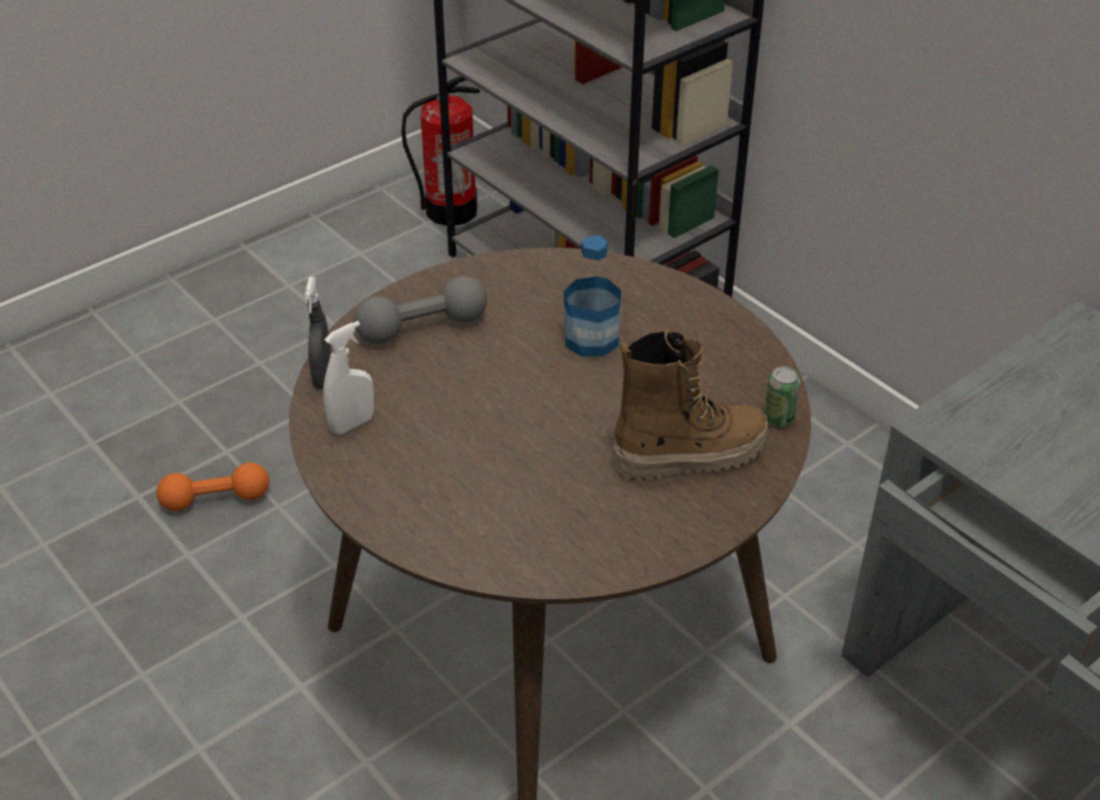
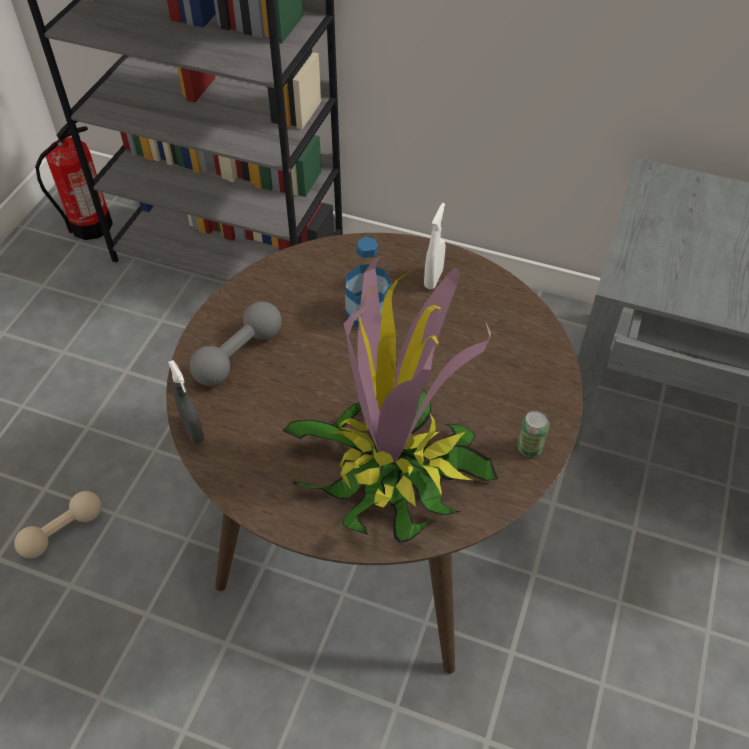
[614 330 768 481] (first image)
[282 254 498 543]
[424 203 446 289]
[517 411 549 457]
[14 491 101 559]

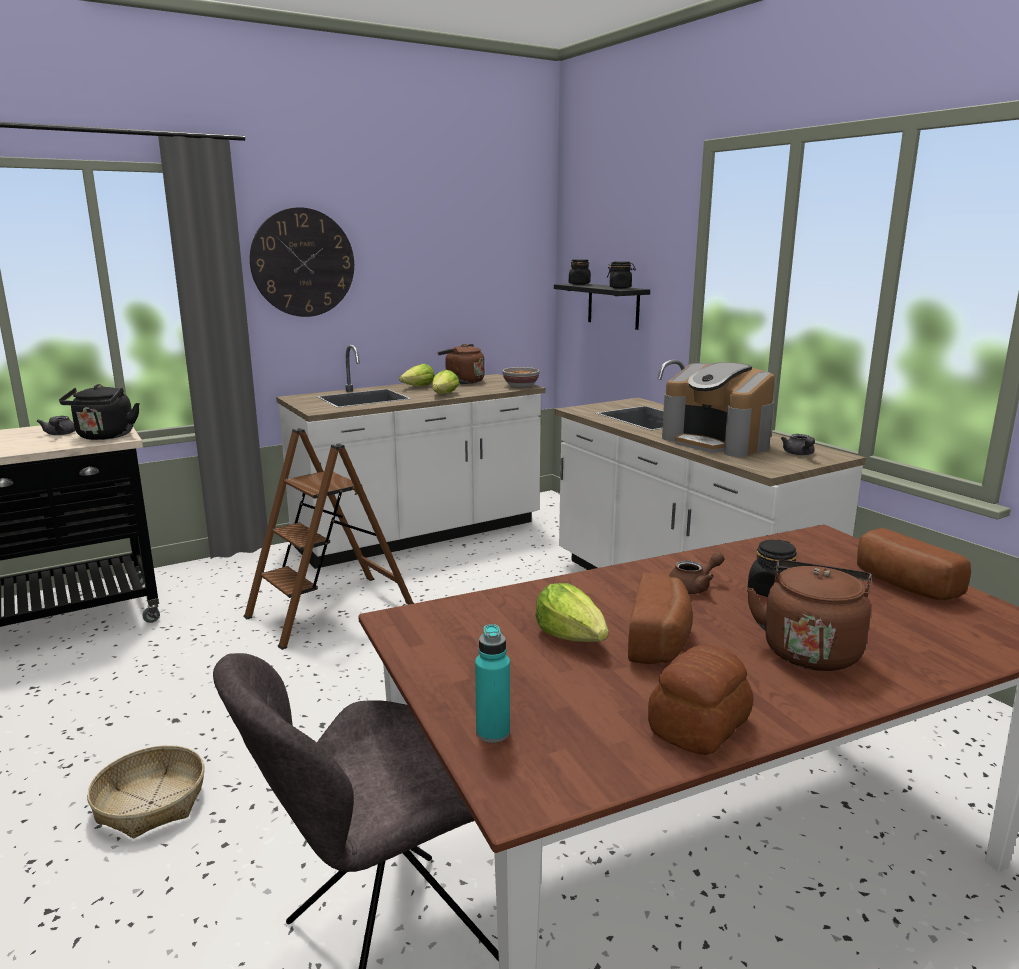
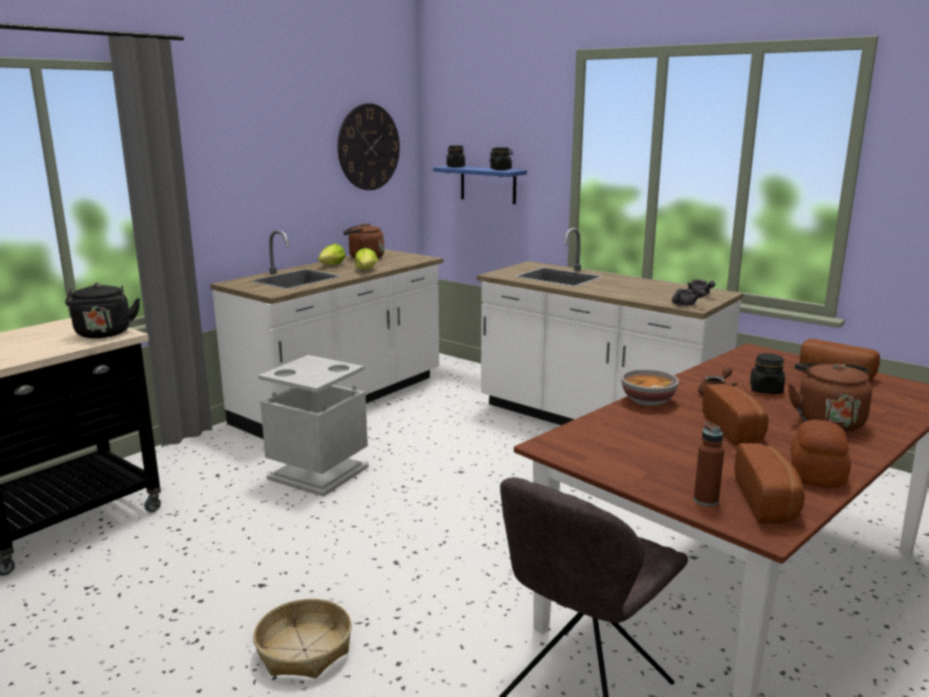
[535 583 608 642] (first image)
[662 362 775 457] (first image)
[734 443 805 524]
[672 289 706 306]
[338 103 400 190]
[621 369 679 406]
[258 355 369 497]
[694 422 724 506]
[433 166 527 204]

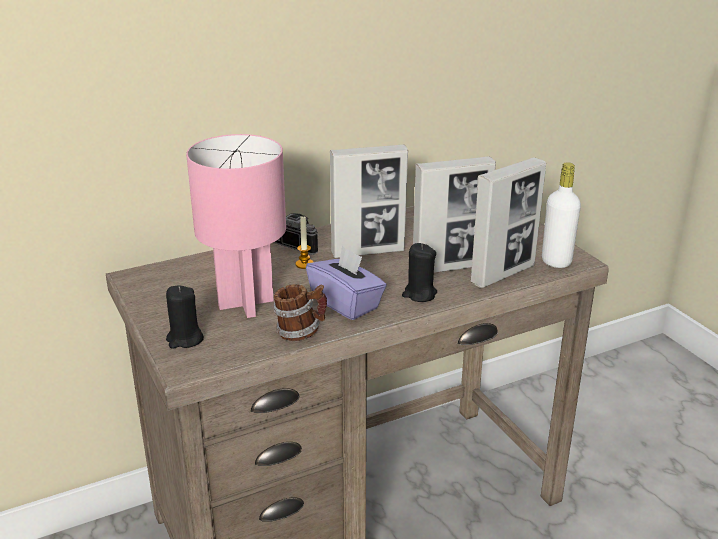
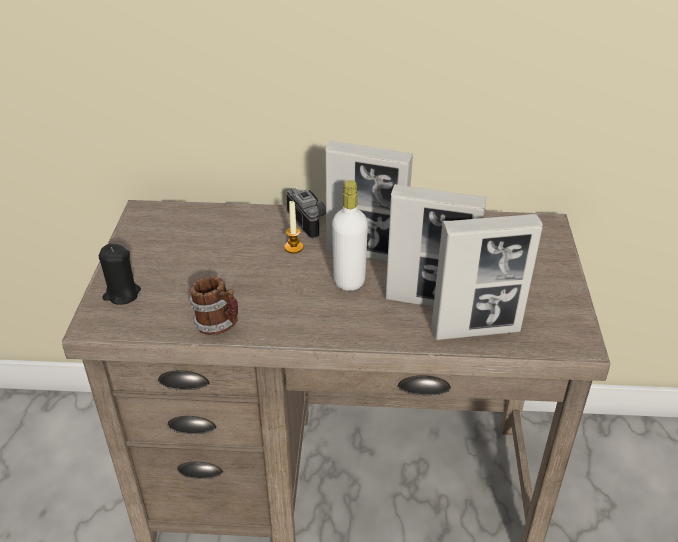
[186 134 286 318] (first image)
[306 246 387 320] (first image)
[402 243 437 302] (first image)
[332 180 368 291]

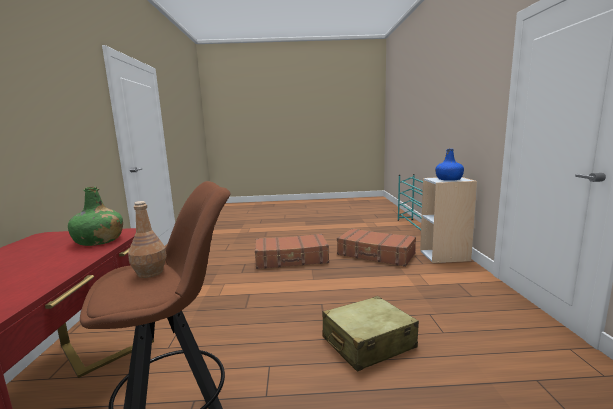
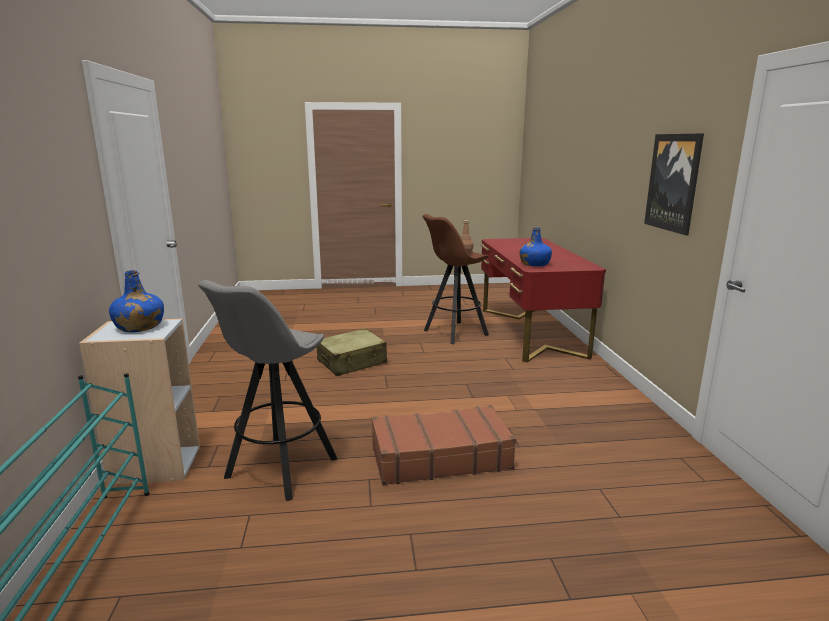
[644 133 704 235]
[198 280 337 501]
[519 227 552 266]

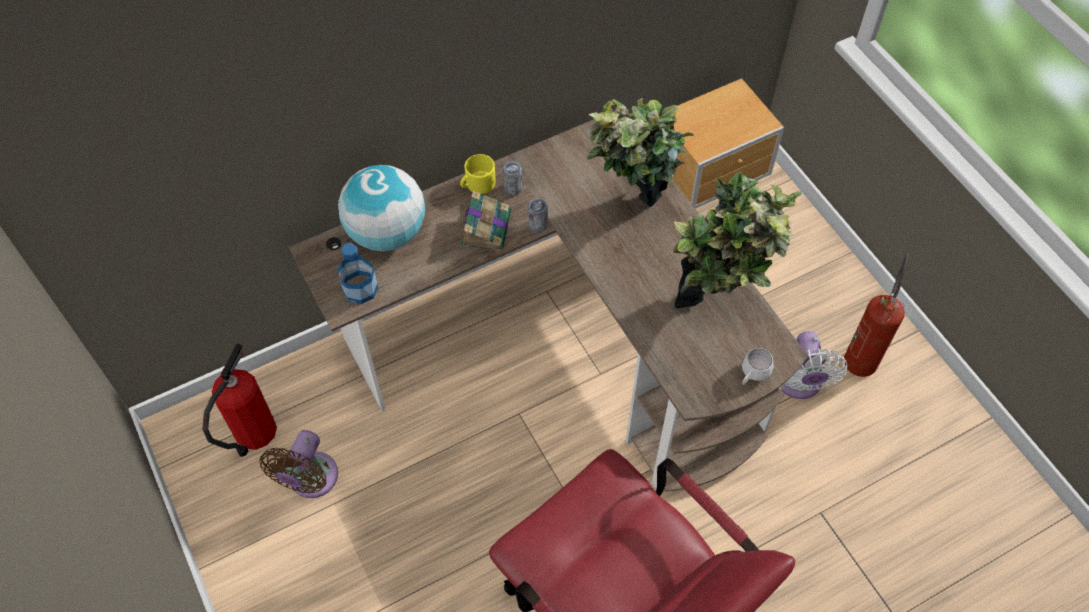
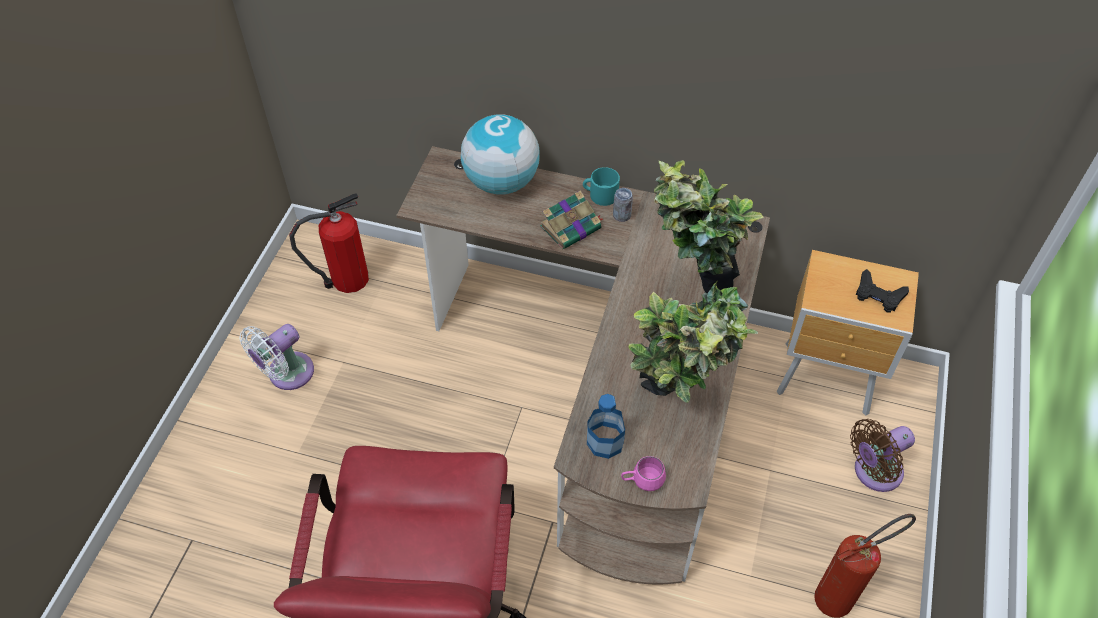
[528 198 548 233] (first image)
[856 269 909 313]
[850 419 915 492]
[587 394 625 459]
[239 324 314 390]
[583 167 620 206]
[621 456 666 491]

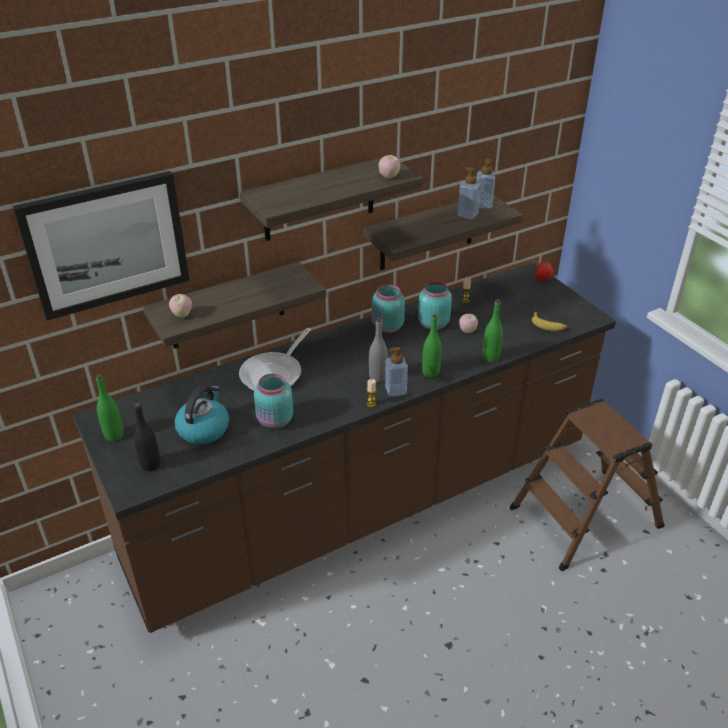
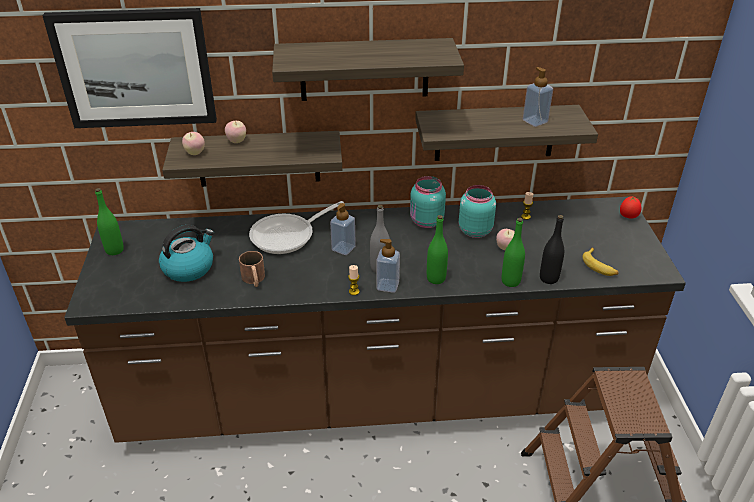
[540 215 564 284]
[225 121 246 143]
[330 203 356 255]
[239 251 265 287]

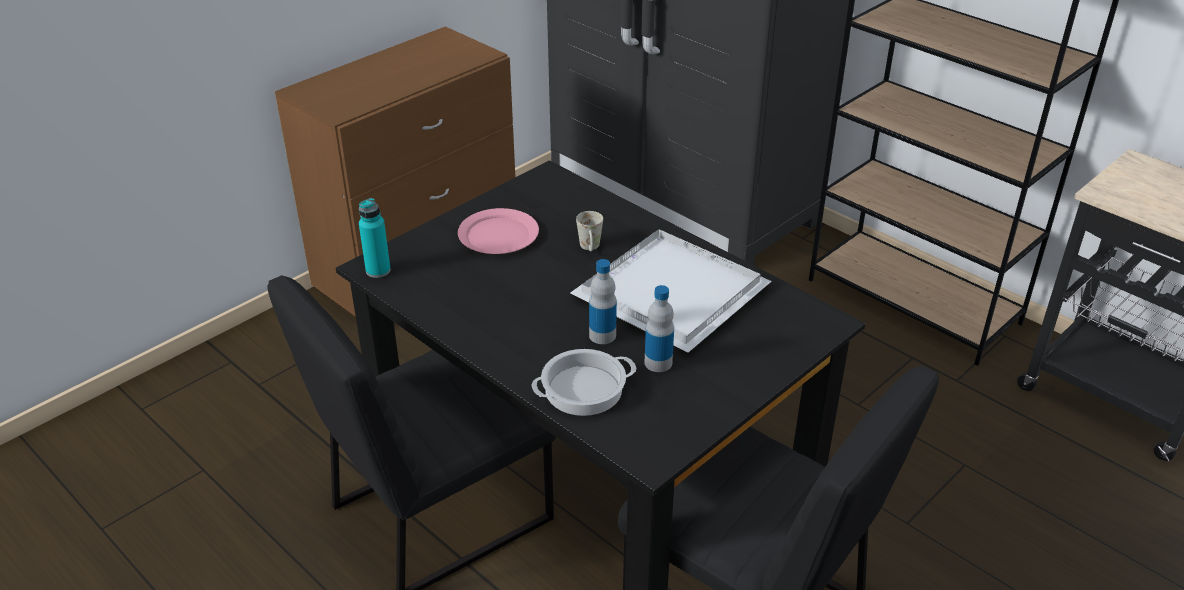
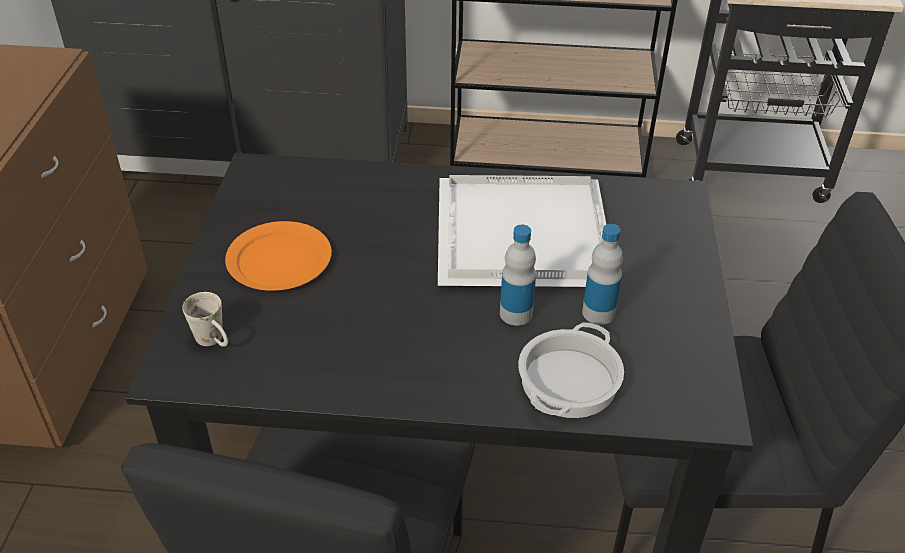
[359 198 391 278] (first image)
[182 292 228 347]
[225 221 332 291]

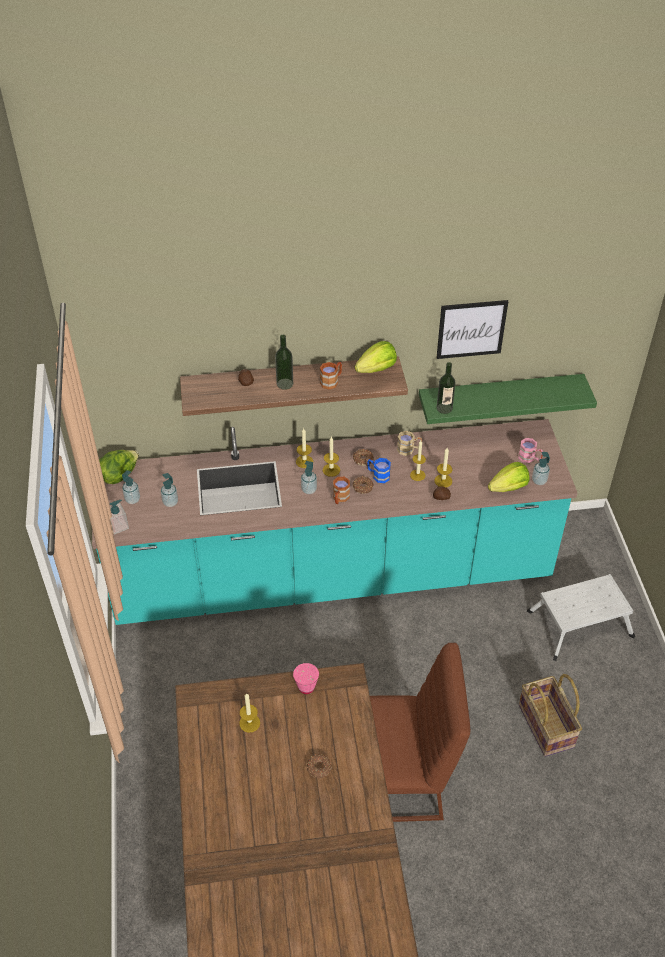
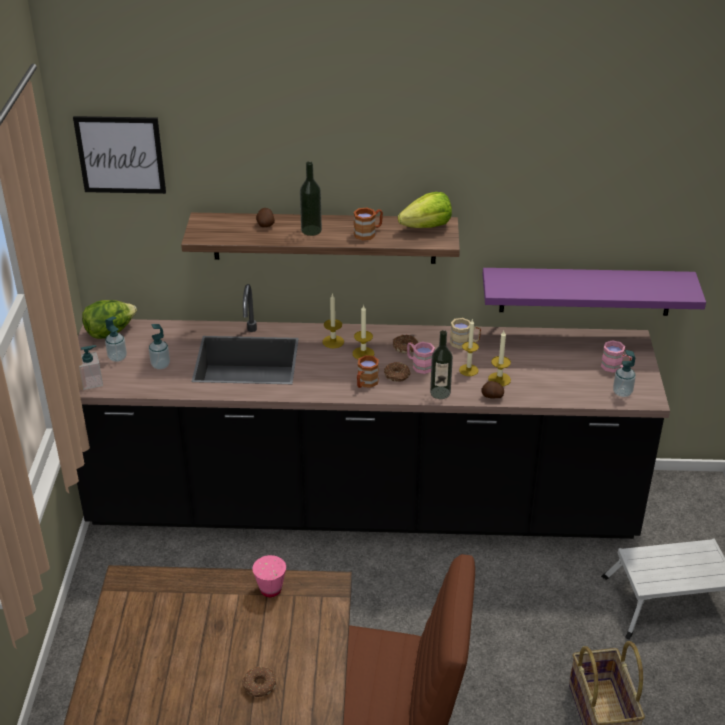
[239 693 260 733] (first image)
[301 461 317 494] (first image)
[488 462 530 492] (first image)
[73 116 166 194]
[430 330 453 399]
[77 284 670 539]
[407 342 435 374]
[482 268 706 316]

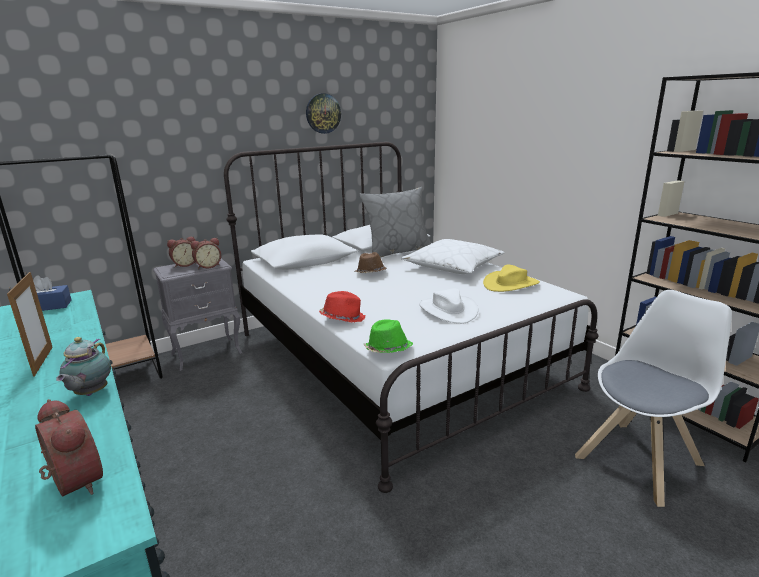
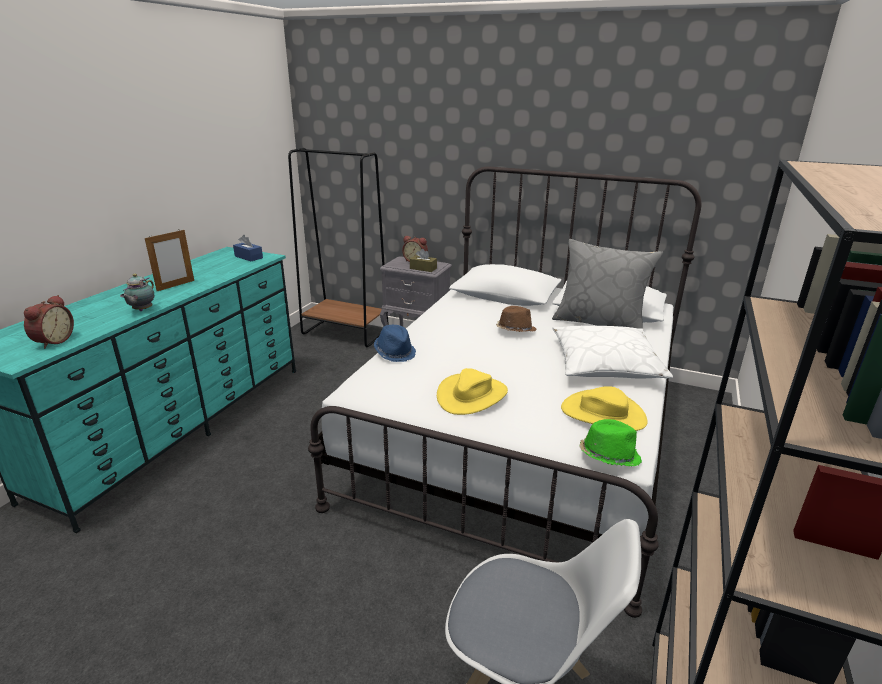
[306 93 341 134] (first image)
[579 419 642 466]
[410 249 437 272]
[374 325 416 362]
[437 368 508 415]
[120 274 155 311]

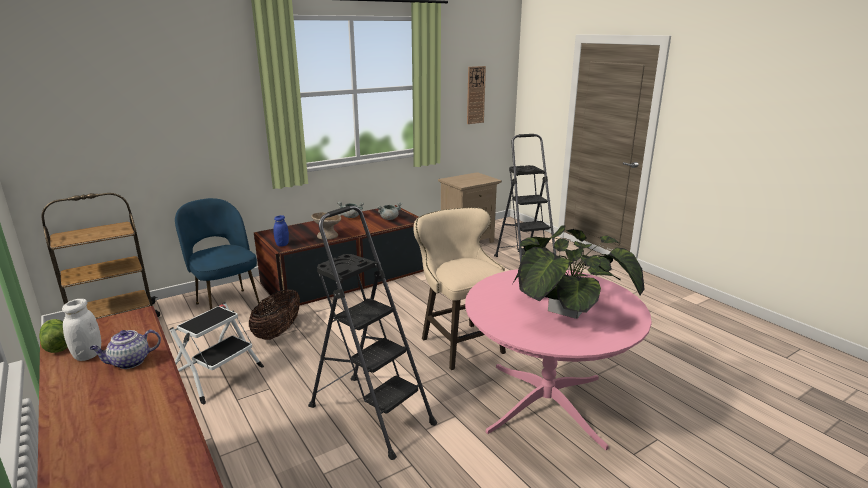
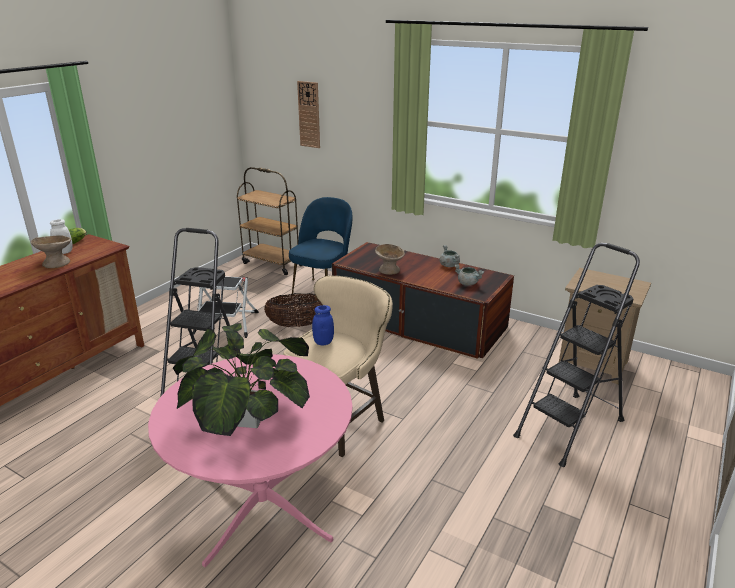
[312 305 334 345]
[297 81 320 148]
[31 235 71 268]

